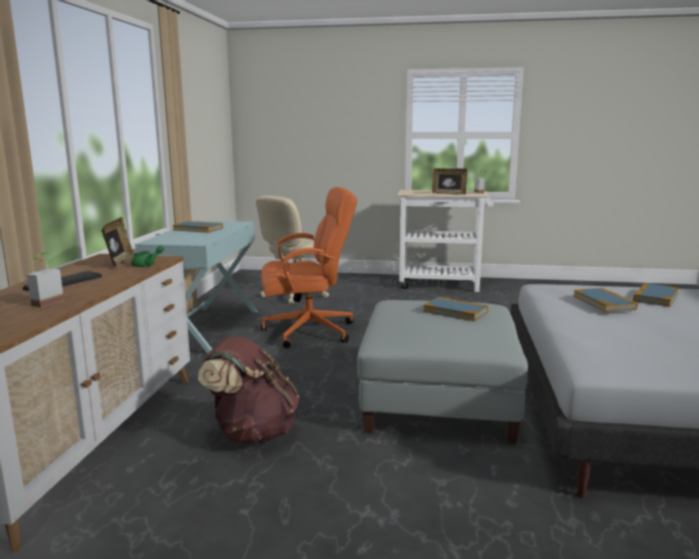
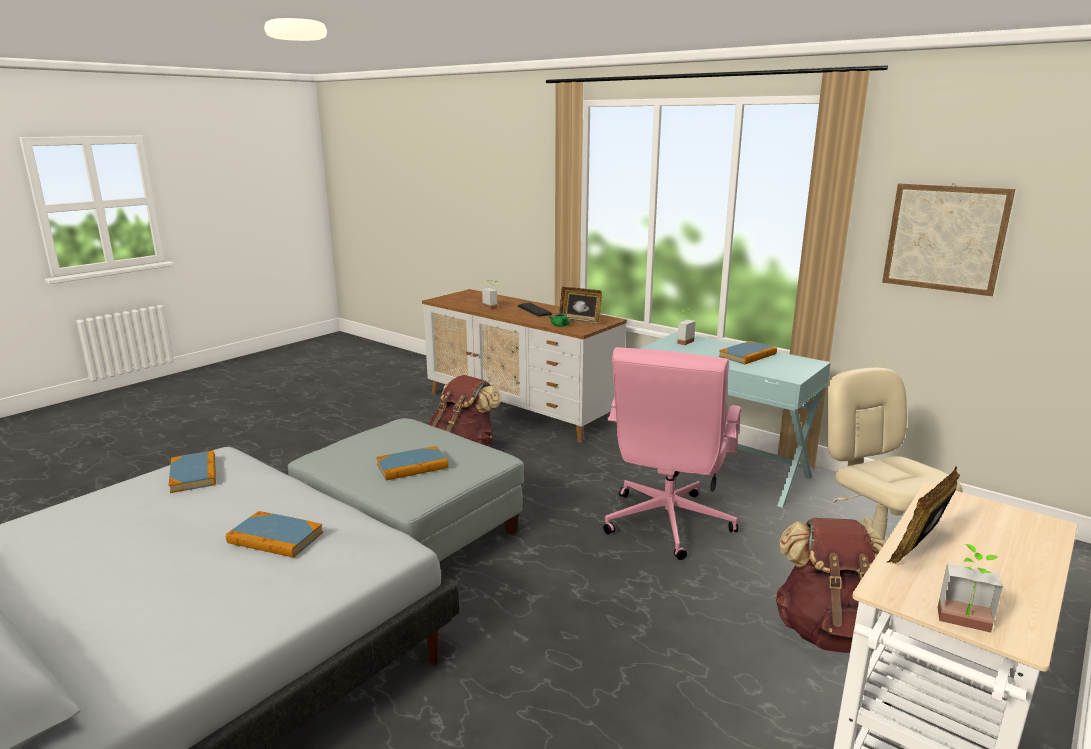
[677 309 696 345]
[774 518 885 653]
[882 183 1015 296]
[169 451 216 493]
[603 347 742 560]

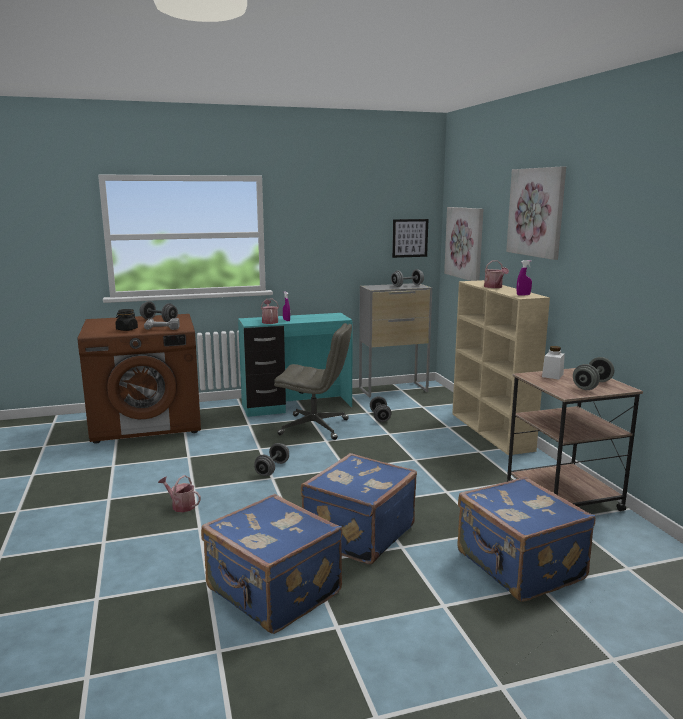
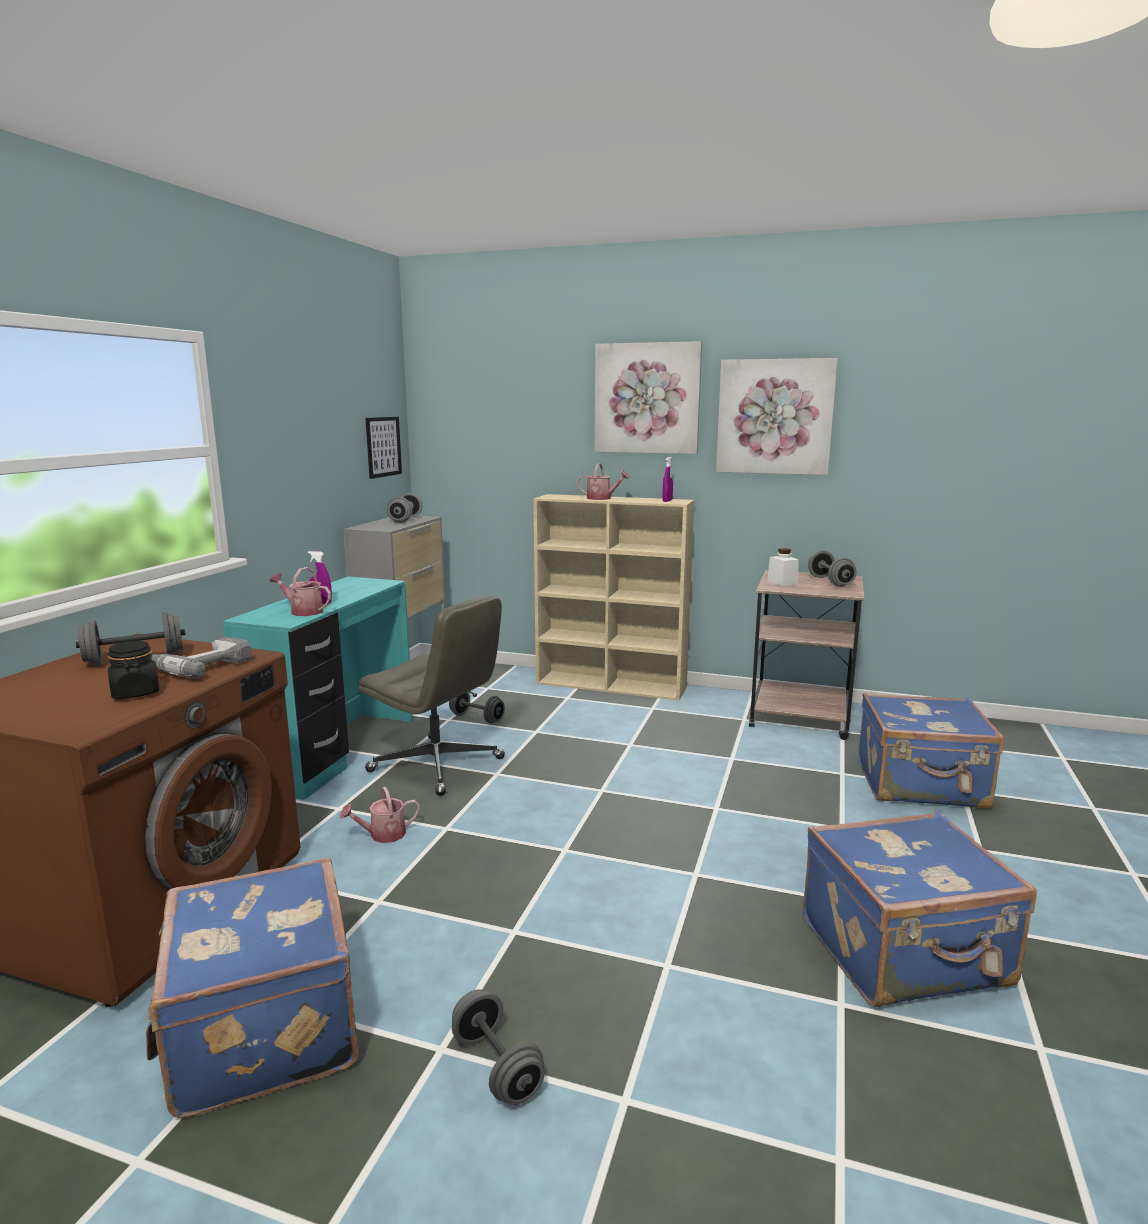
[339 787 420 843]
[452 989 545 1105]
[146 858 358 1118]
[716 358 838 475]
[358 595 505 796]

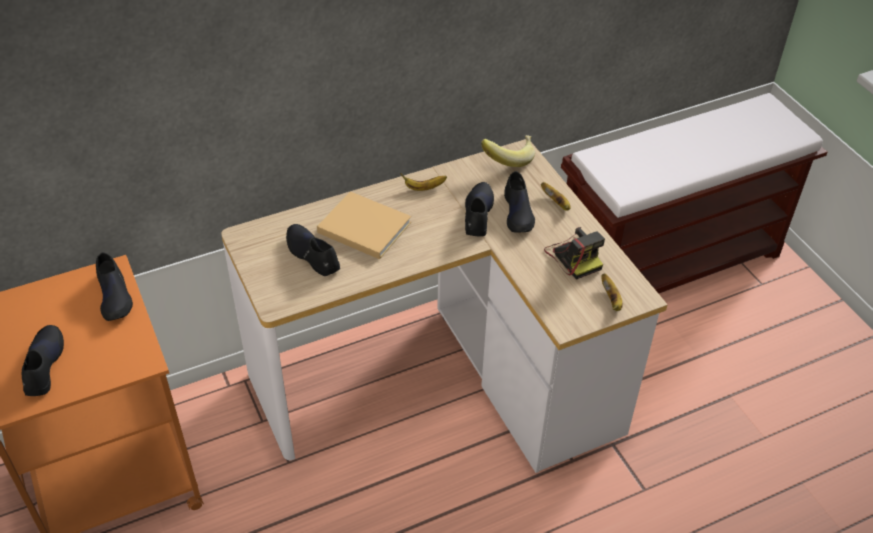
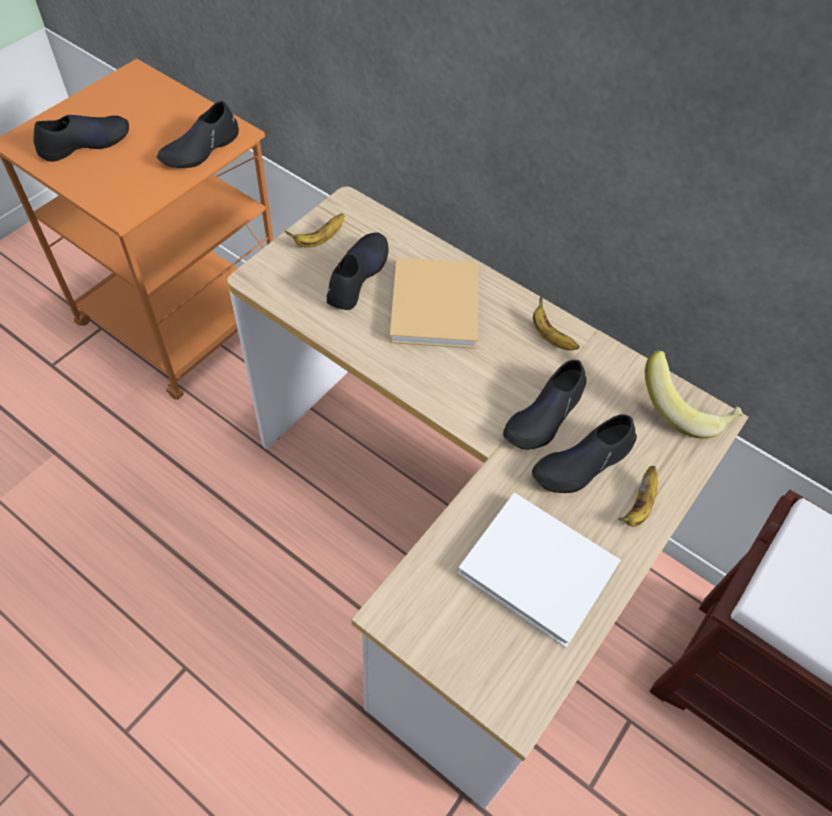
[285 213 344 248]
[457 493 621 648]
[503 360 587 450]

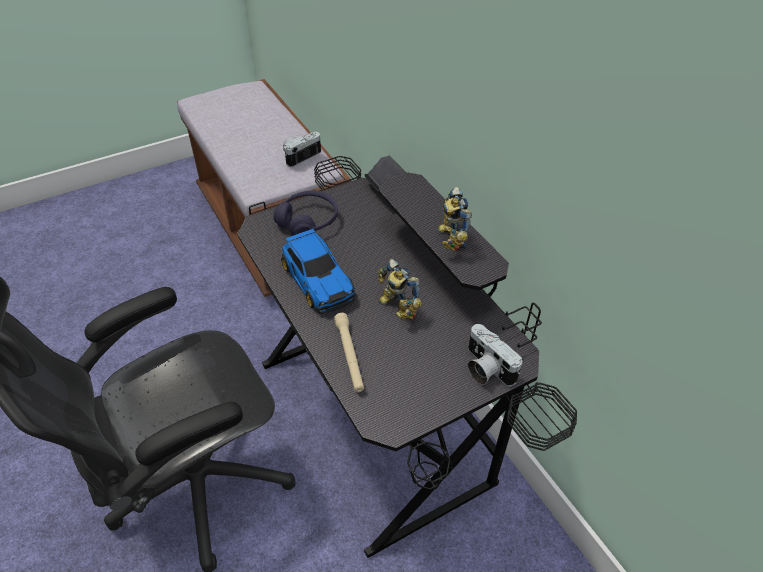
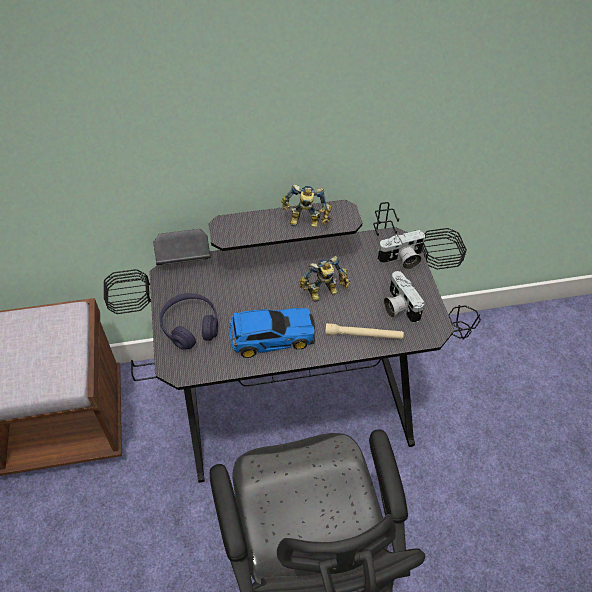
[384 271 424 323]

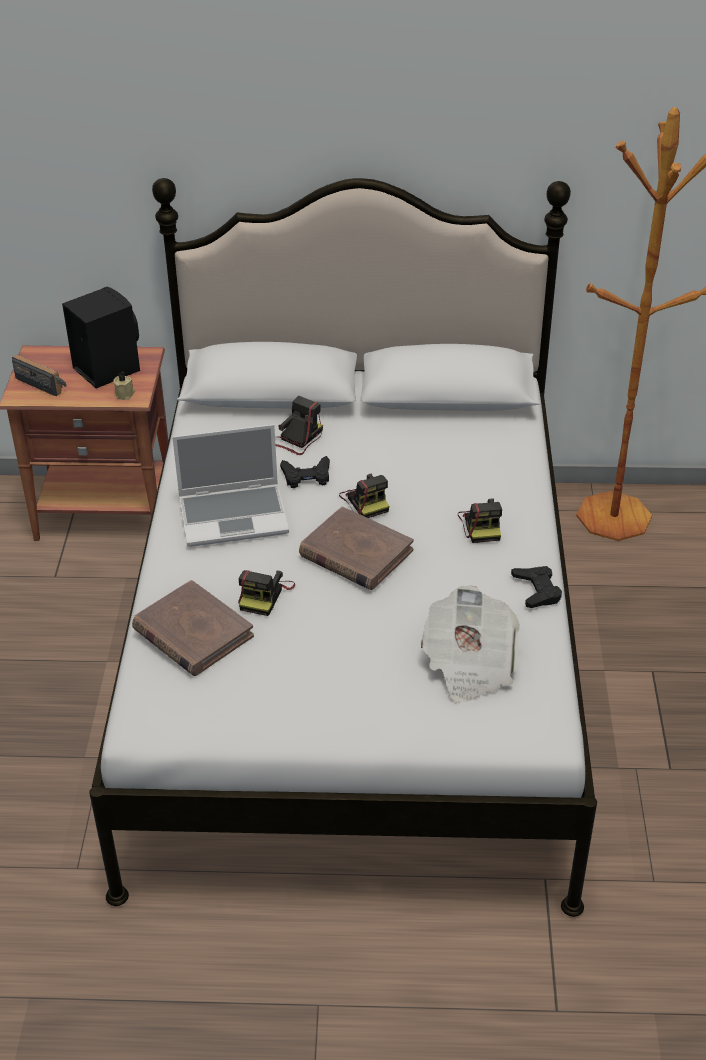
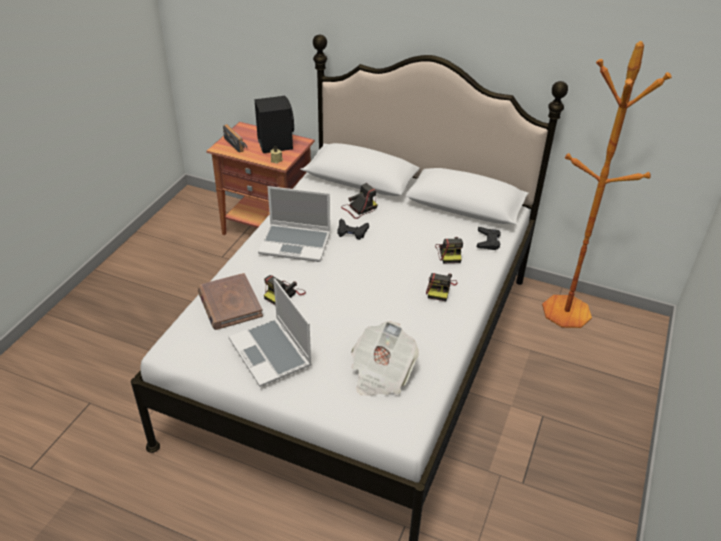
[299 507 414 590] (first image)
[229 278 312 387]
[435 237 463 263]
[477 227 501 250]

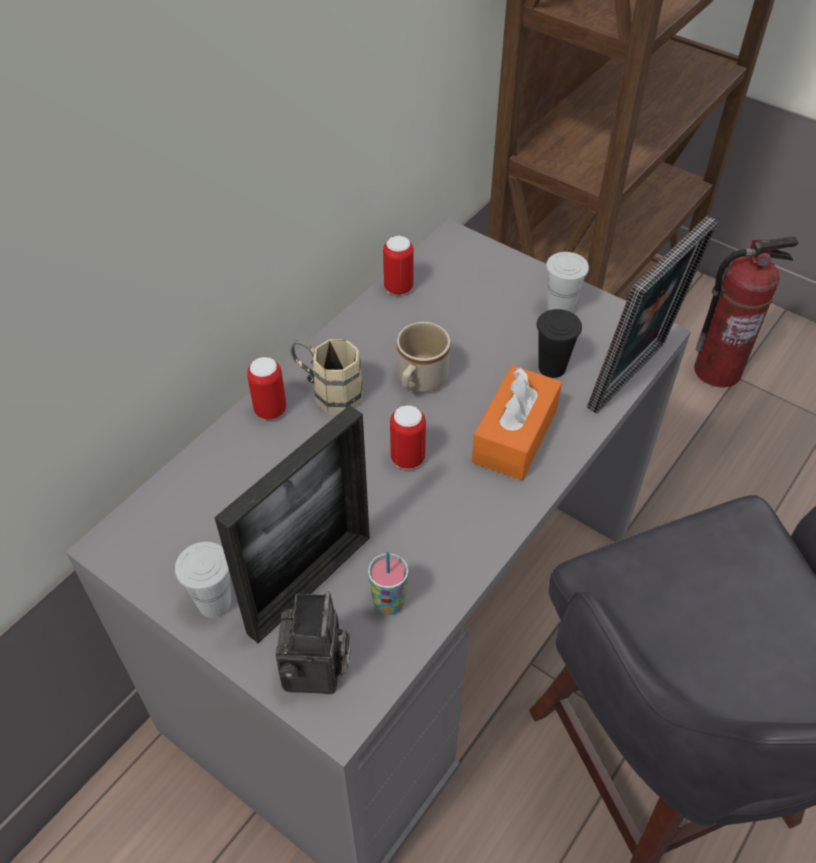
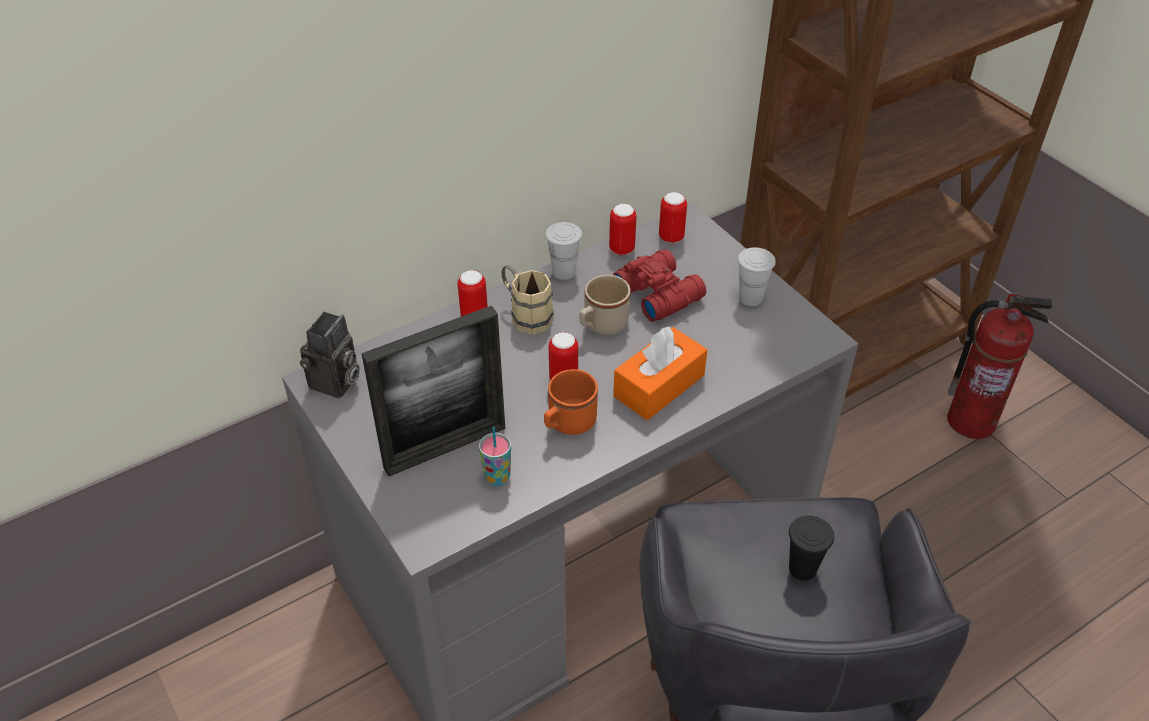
[587 216 718 413] (first image)
[544 369 598 435]
[613 249 706 322]
[659 192 687 243]
[545 222 582 280]
[300 312 360 398]
[789 516 834 581]

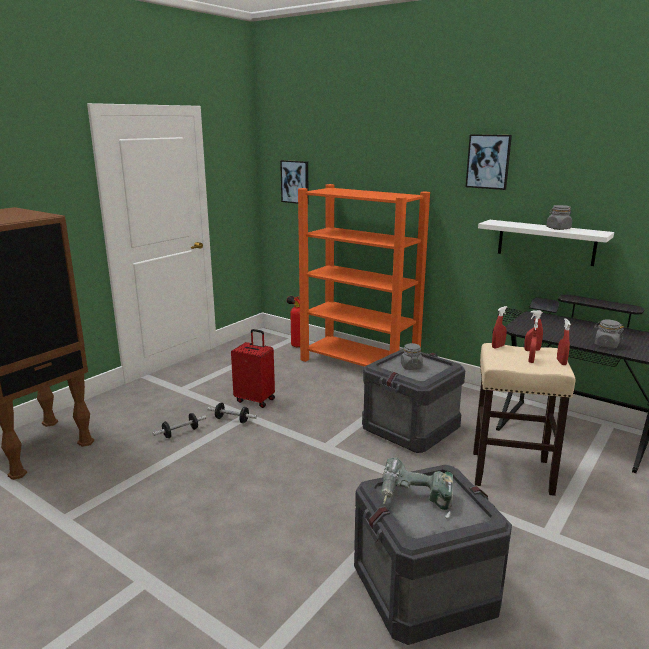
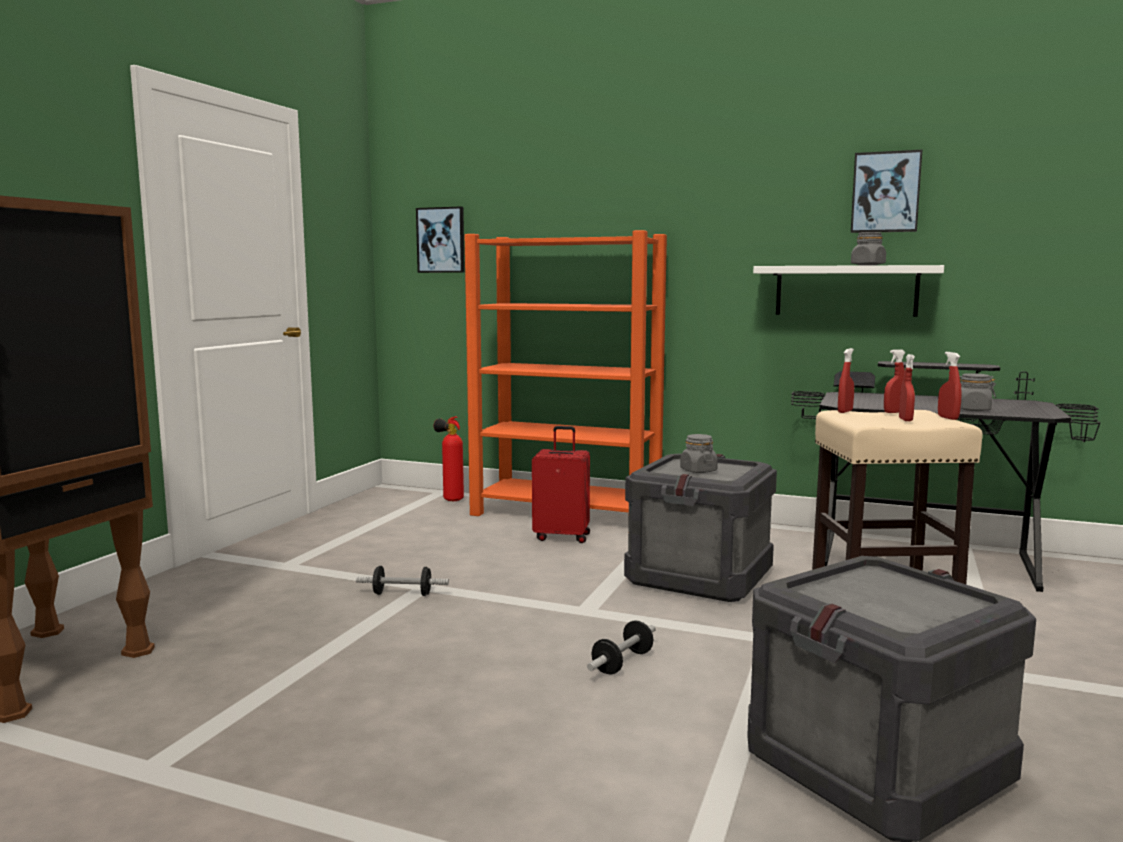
[381 458 453 519] (first image)
[587 620 656 675]
[532 426 590 543]
[851 150 922 233]

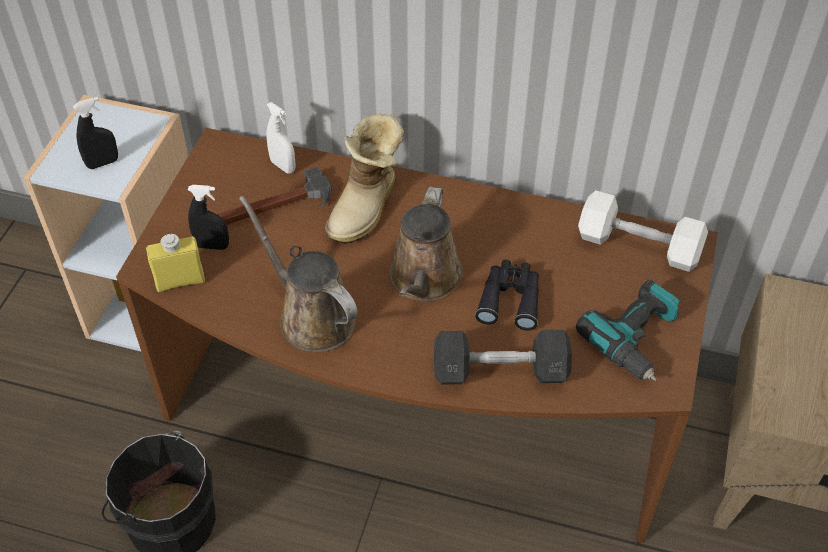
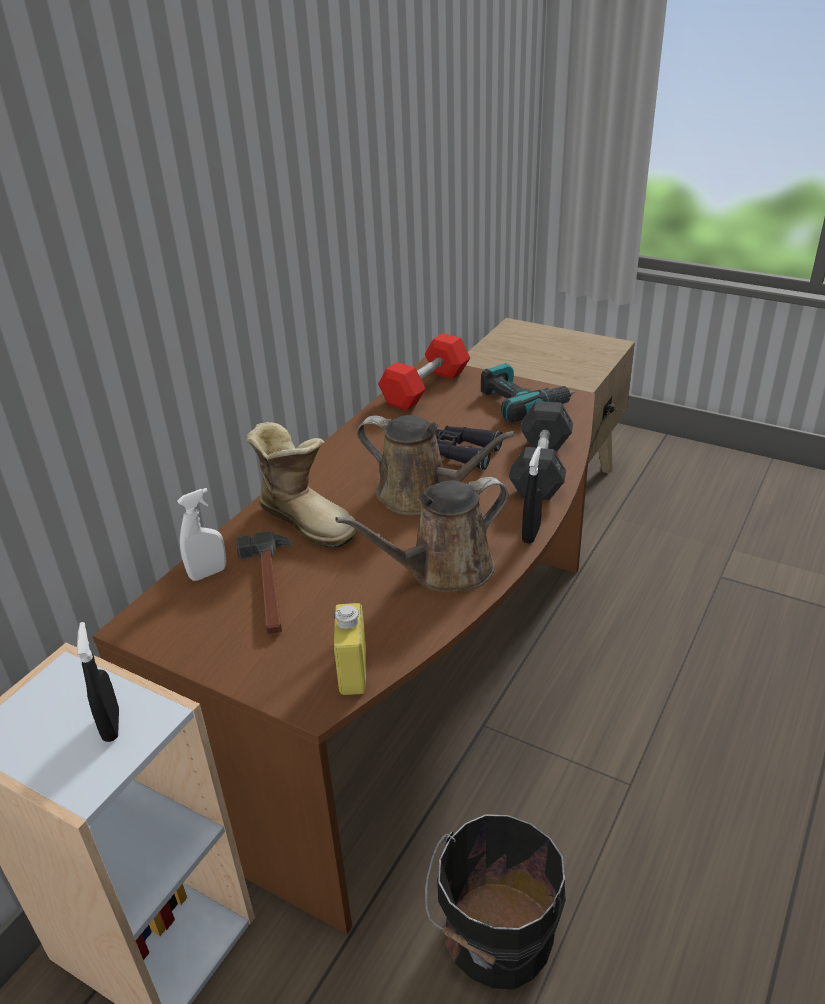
[522 446 542 544]
[378 333 470 411]

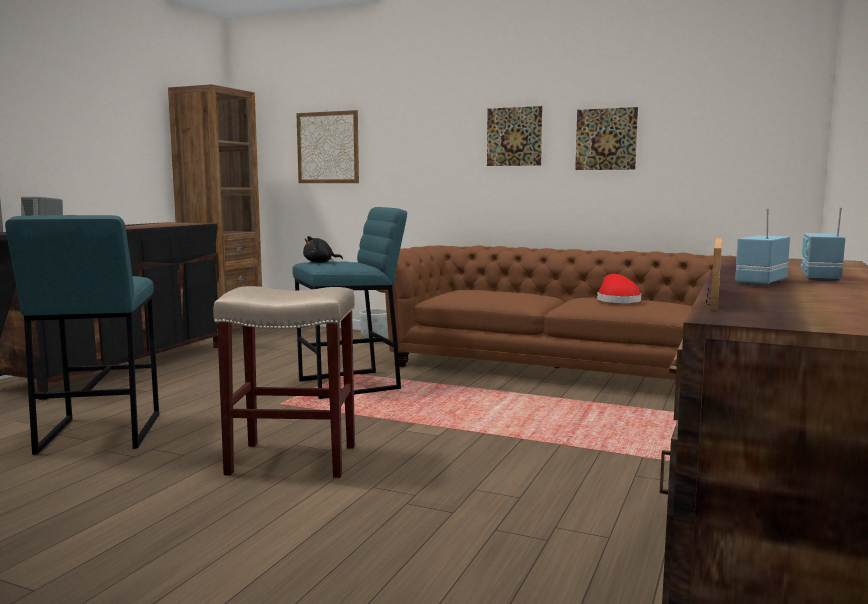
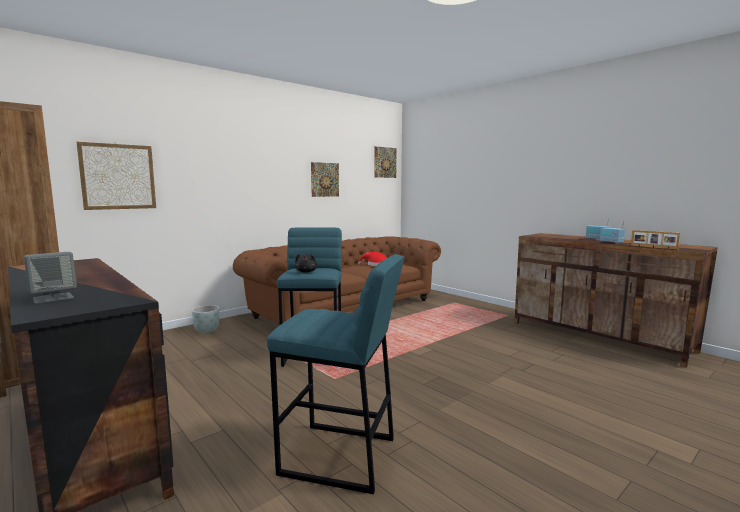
[213 286 355 478] (first image)
[374 146 397 178]

